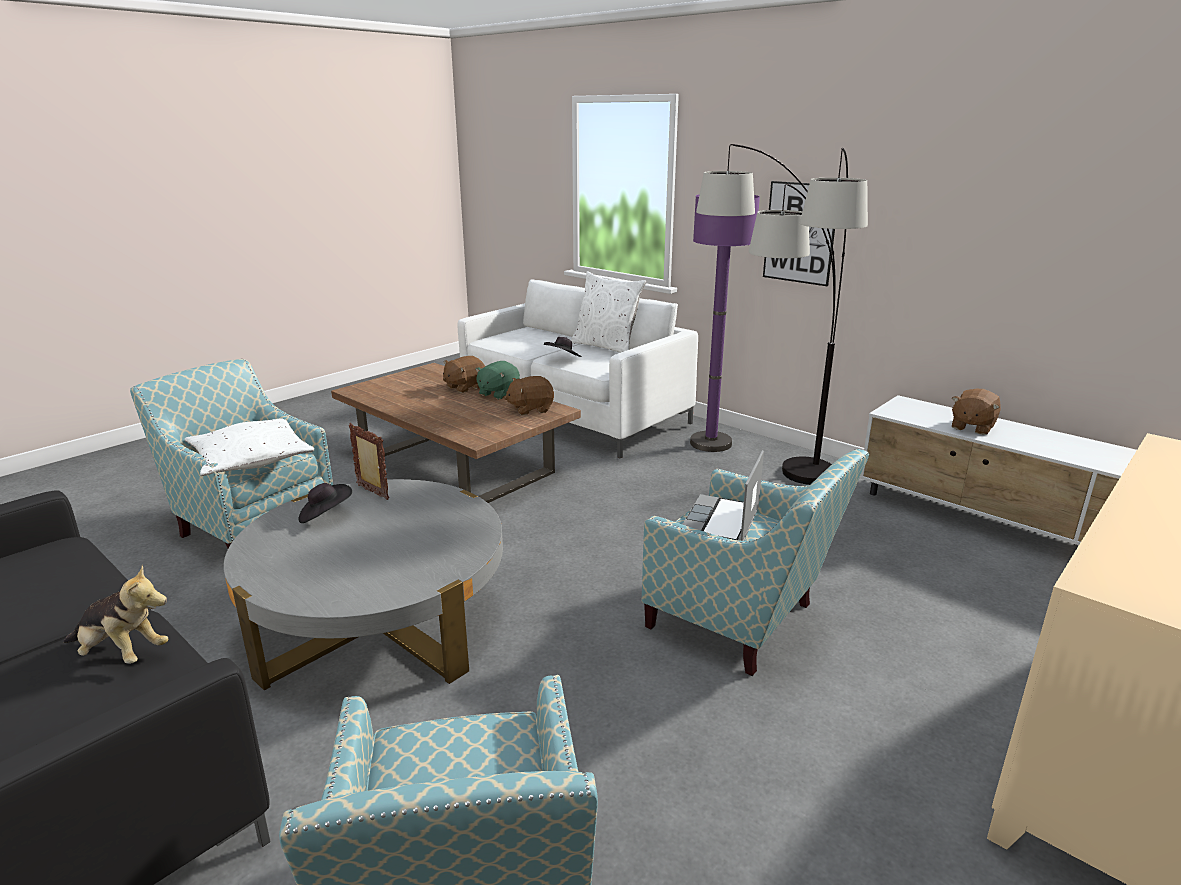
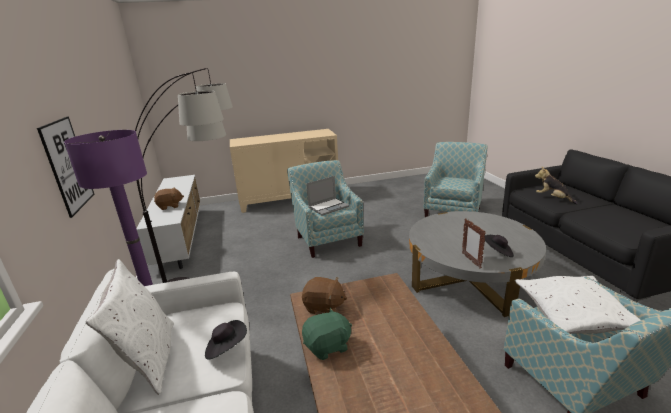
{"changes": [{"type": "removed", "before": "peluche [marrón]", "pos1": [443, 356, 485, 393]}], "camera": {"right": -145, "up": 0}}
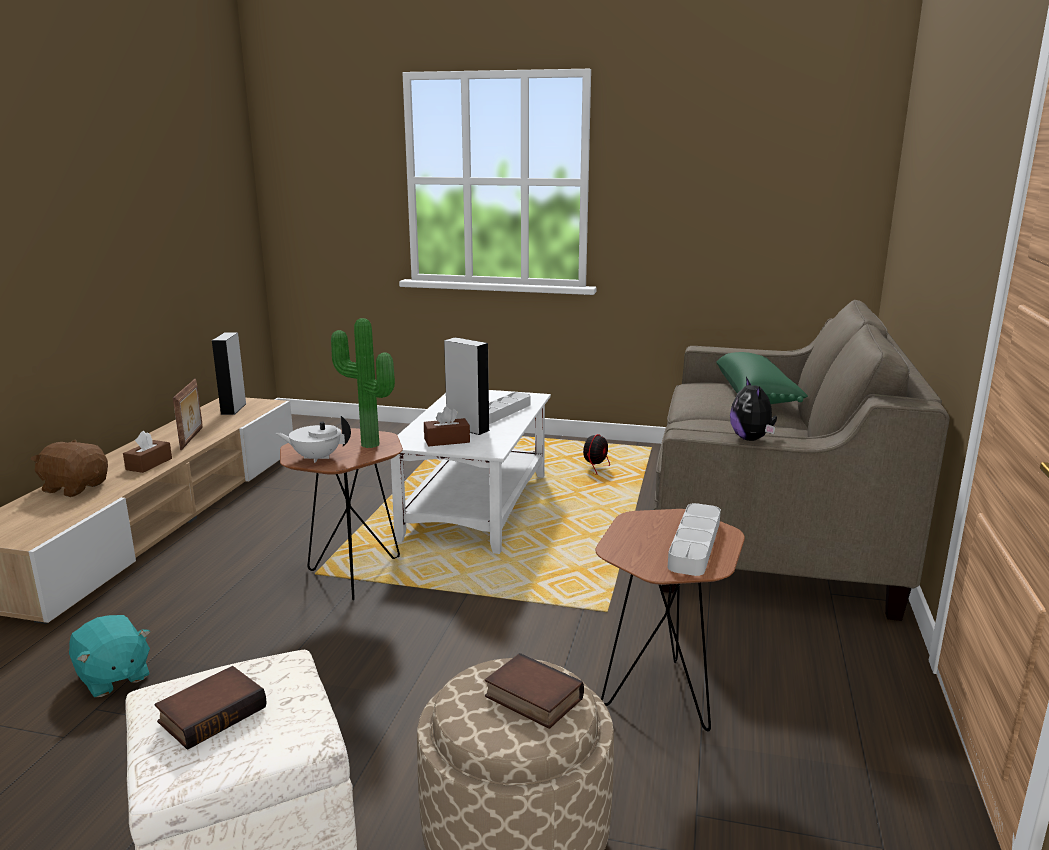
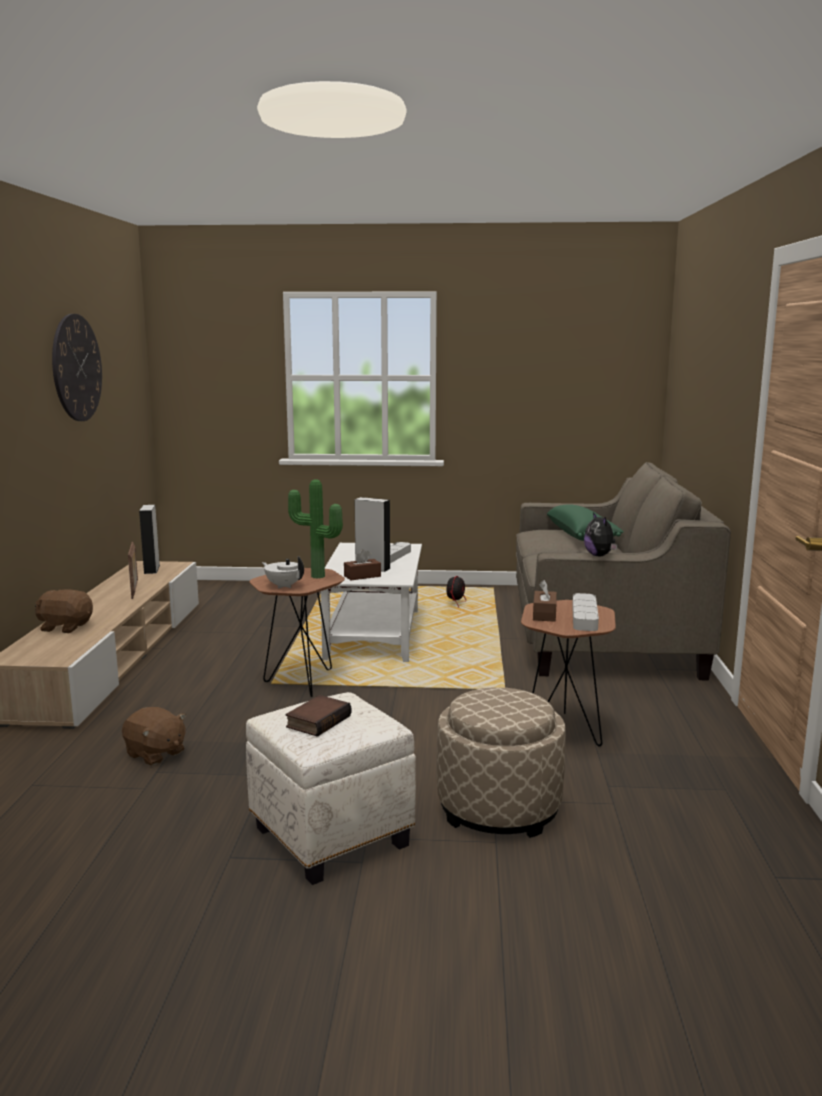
{"changes": [{"type": "removed", "before": "libro", "pos1": [485, 653, 584, 729]}, {"type": "added", "after": "reloj de pared", "pos2": [52, 314, 102, 421]}, {"type": "moved", "before": "caja de pañuelos [marrón]", "pos1": [123, 431, 172, 473], "pos2": [533, 580, 557, 622]}, {"type": "recoloured", "before": "peluche [turquesa]", "after": "peluche [marrón]", "pos1": [69, 615, 151, 697], "pos2": [122, 707, 186, 766]}, {"type": "turned", "before": "tetera [blanco]", "pos1": [276, 416, 351, 463], "pos2": [262, 556, 304, 589], "turn": 45}], "camera": {"right": -10, "up": -5}}
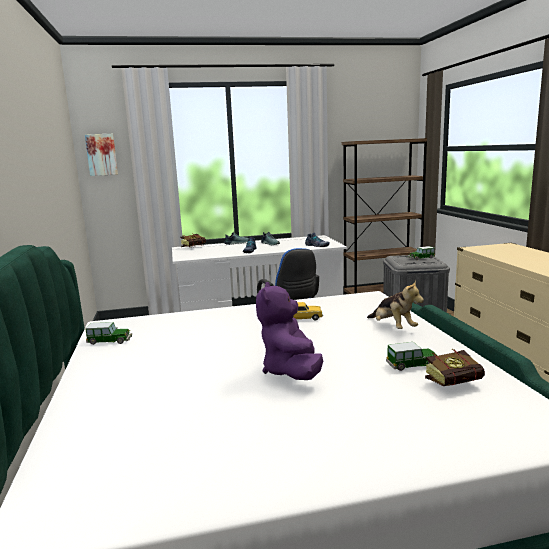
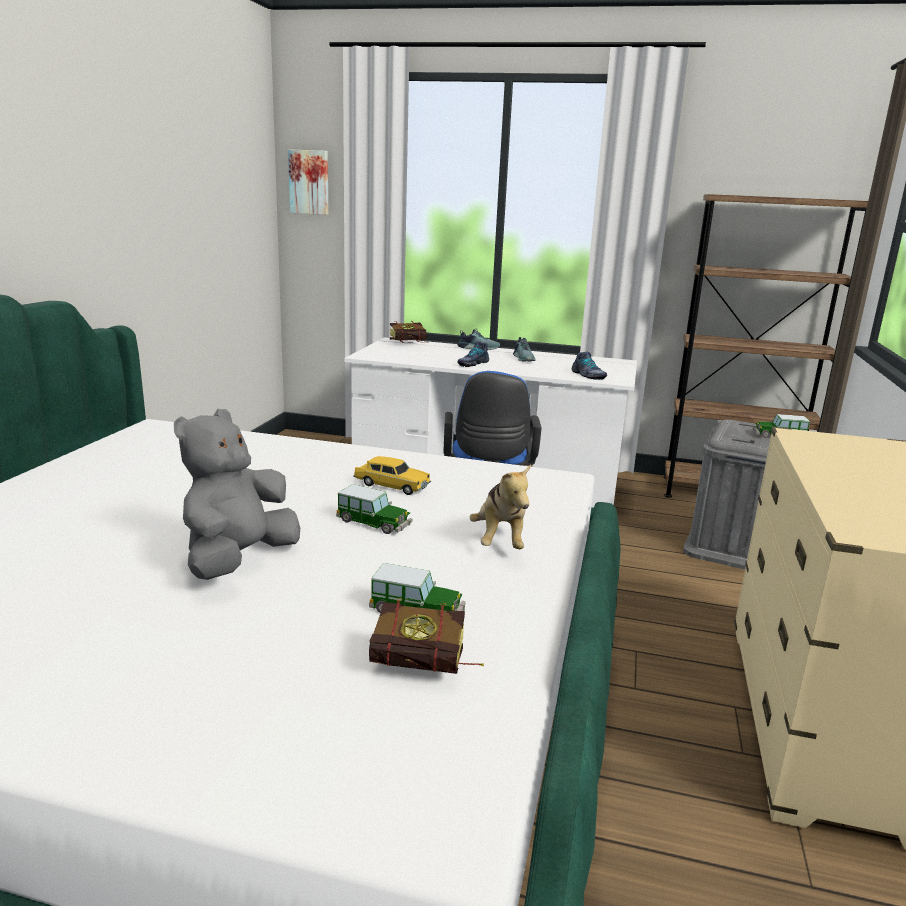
{"changes": [{"type": "moved", "before": "coche de juguete", "pos1": [85, 322, 132, 345], "pos2": [336, 484, 412, 534]}, {"type": "recoloured", "before": "peluche [morado]", "after": "peluche [gris]", "pos1": [256, 282, 323, 380], "pos2": [174, 409, 300, 580]}], "camera": {"right": 25, "up": 5}}
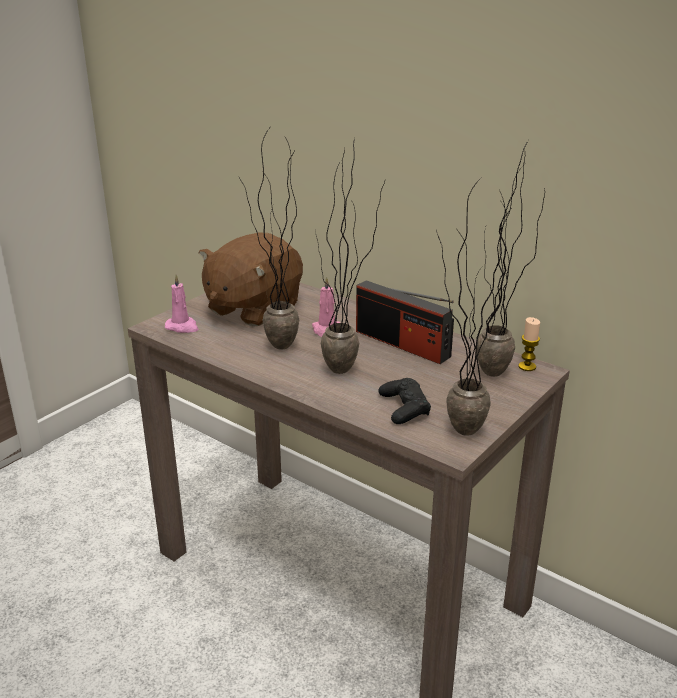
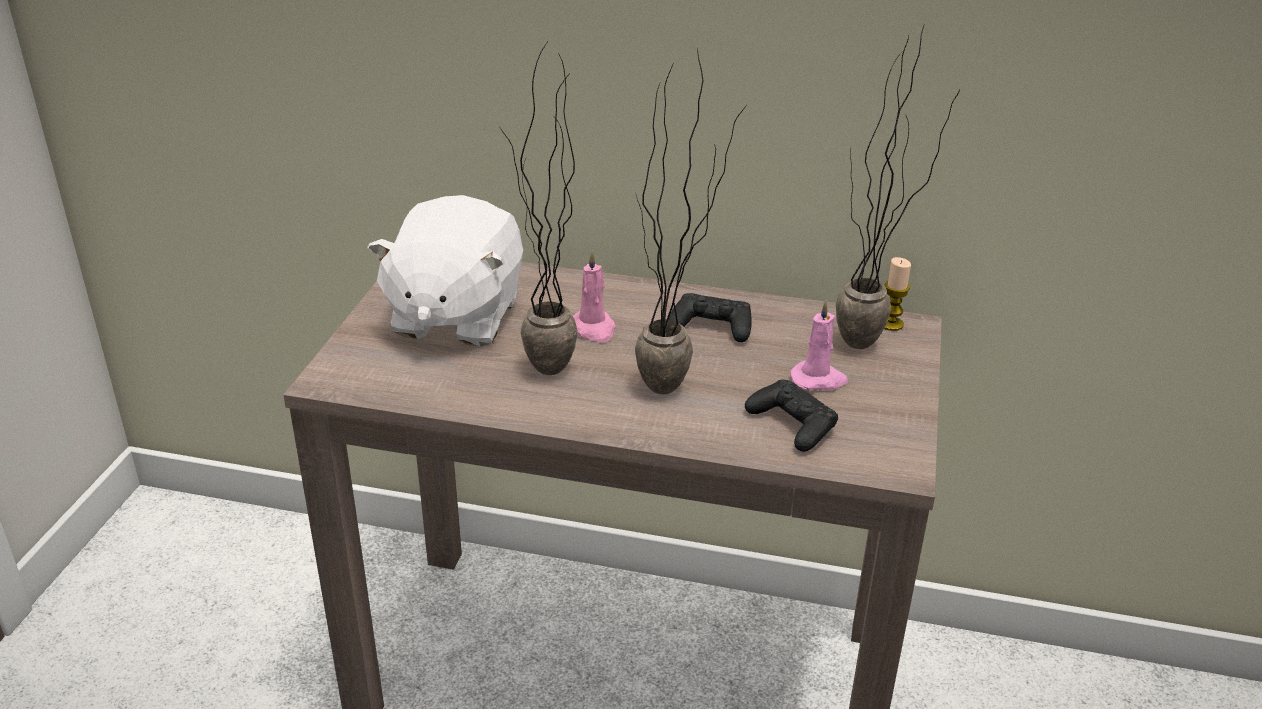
{"changes": [{"type": "removed", "before": "planta en maceta", "pos1": [436, 176, 511, 436]}, {"type": "moved", "before": "vela [rosa]", "pos1": [165, 274, 199, 333], "pos2": [790, 299, 848, 390]}, {"type": "replaced", "before": "radio", "after": "mando de consola [negro]", "pos1": [356, 280, 454, 364], "pos2": [668, 293, 752, 342]}, {"type": "recoloured", "before": "peluche [marrón]", "after": "peluche [blanco]", "pos1": [198, 232, 303, 327], "pos2": [367, 195, 523, 347]}], "camera": {"right": -25, "up": 5}}
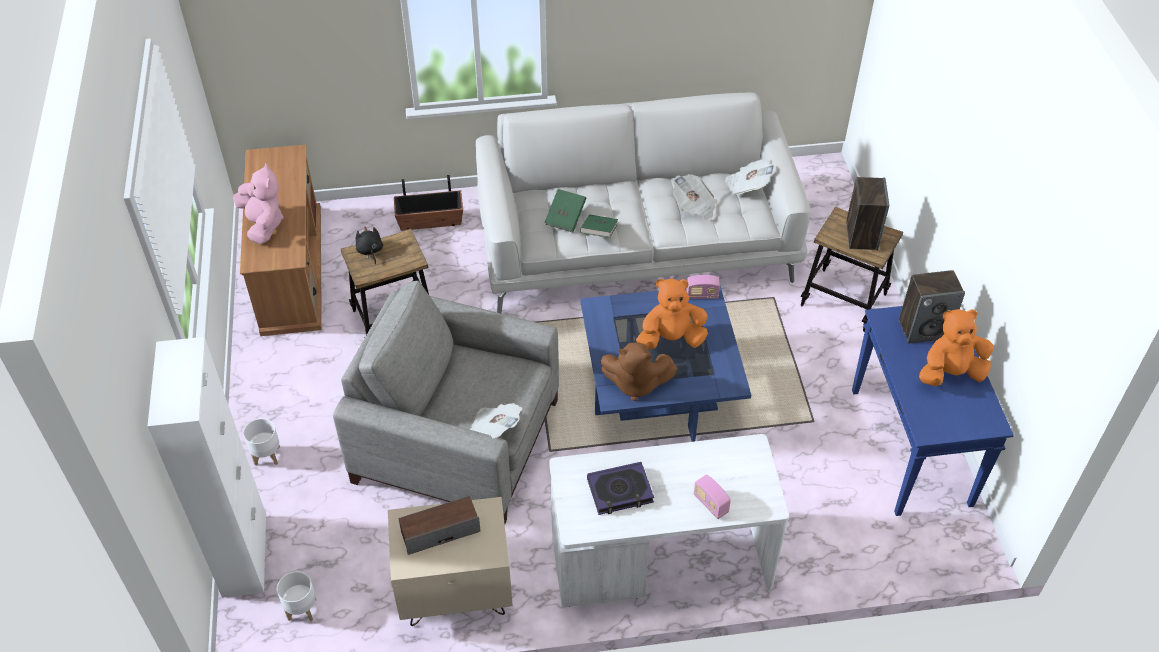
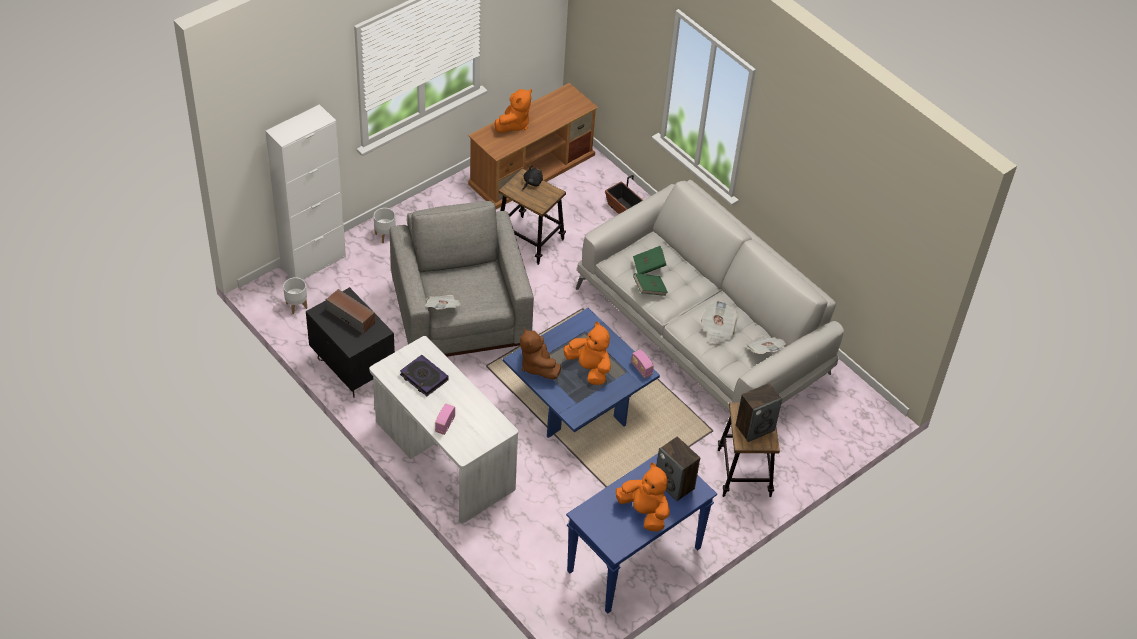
{"changes": [{"type": "recoloured", "before": "peluche [rosa]", "after": "peluche [naranja]", "pos1": [233, 163, 283, 244], "pos2": [494, 89, 532, 133]}, {"type": "recoloured", "before": "mesita de noche [beis]", "after": "mesita de noche [negro]", "pos1": [388, 497, 513, 626], "pos2": [306, 287, 395, 398]}], "camera": {"right": 55, "up": 0}}
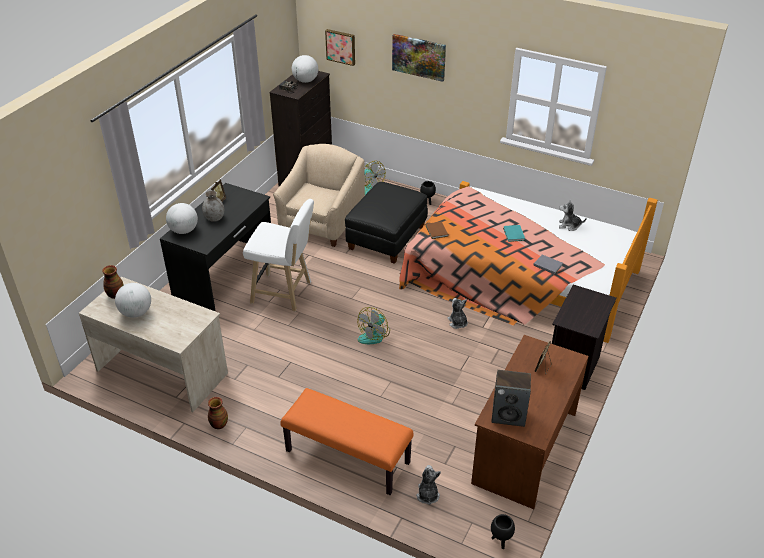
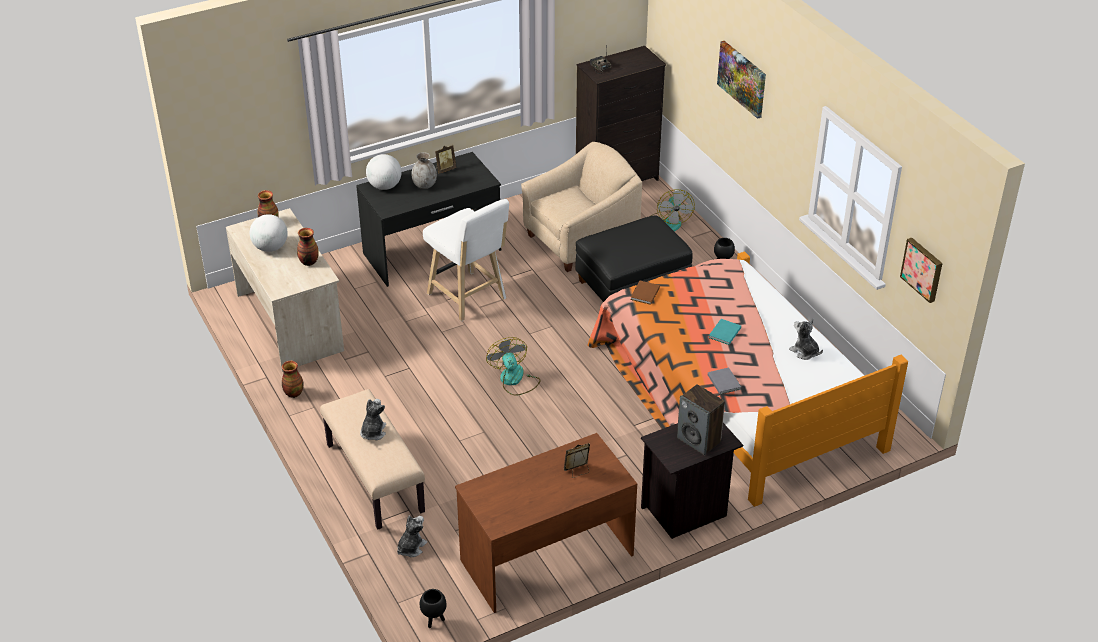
{"changes": [{"type": "removed", "before": "globo terráqueo", "pos1": [292, 55, 318, 83]}, {"type": "added", "after": "florero", "pos2": [297, 228, 319, 266]}, {"type": "moved", "before": "cuadro", "pos1": [325, 29, 355, 66], "pos2": [900, 238, 943, 303]}, {"type": "moved", "before": "peluche", "pos1": [448, 298, 468, 329], "pos2": [360, 399, 386, 440]}, {"type": "moved", "before": "altavoz", "pos1": [491, 370, 531, 427], "pos2": [677, 384, 725, 456]}, {"type": "recoloured", "before": "banco [naranja]", "after": "banco [beis]", "pos1": [280, 388, 413, 495], "pos2": [320, 389, 425, 530]}, {"type": "turned", "before": "ventilador", "pos1": [357, 307, 390, 344], "pos2": [486, 337, 541, 396], "turn": 90}], "camera": {"right": 35, "up": 0}}
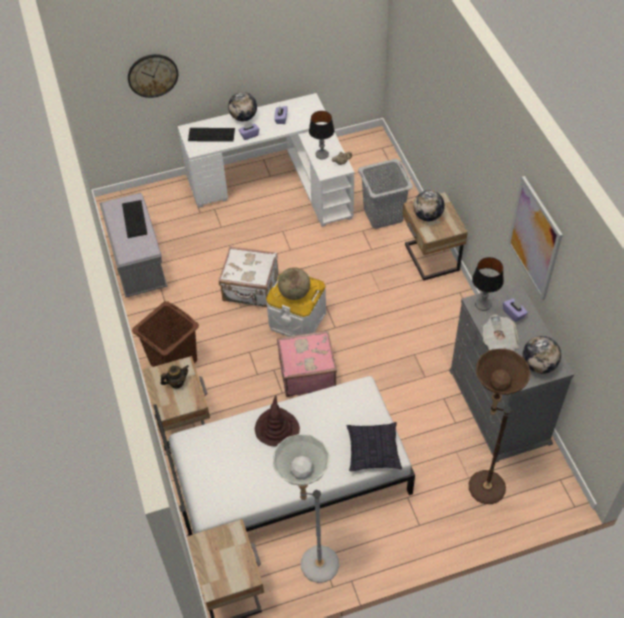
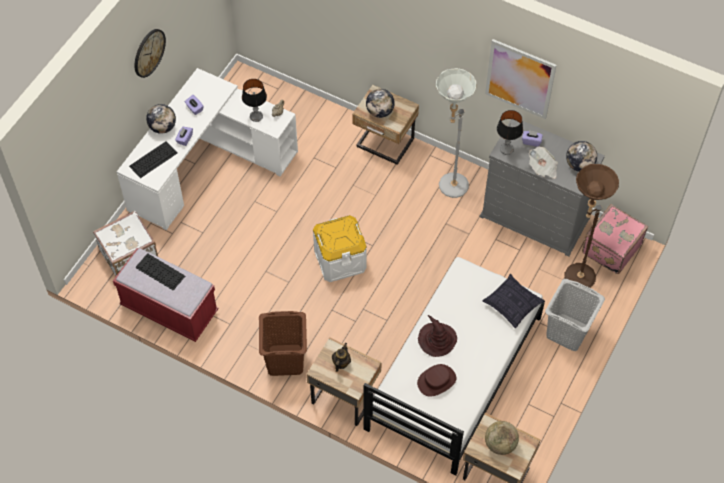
{"changes": [{"type": "added", "after": "sombrero [marrón]", "pos2": [417, 364, 456, 397]}, {"type": "moved", "before": "reloj de pared", "pos1": [128, 54, 178, 98], "pos2": [135, 29, 166, 78]}, {"type": "moved", "before": "maleta [blanco]", "pos1": [219, 246, 278, 307], "pos2": [93, 211, 158, 276]}, {"type": "moved", "before": "lámpara de pie [gris]", "pos1": [273, 434, 339, 583], "pos2": [436, 68, 477, 198]}, {"type": "moved", "before": "maleta [rosa]", "pos1": [277, 330, 337, 397], "pos2": [582, 204, 648, 274]}, {"type": "moved", "before": "globo terráqueo", "pos1": [278, 267, 310, 300], "pos2": [485, 421, 519, 455]}, {"type": "moved", "before": "cesto de la ropa [gris]", "pos1": [358, 159, 413, 229], "pos2": [545, 279, 605, 351]}, {"type": "recoloured", "before": "banco [gris]", "after": "banco [rojo]", "pos1": [99, 193, 168, 298], "pos2": [113, 248, 218, 342]}], "camera": {"right": -45, "up": 5}}
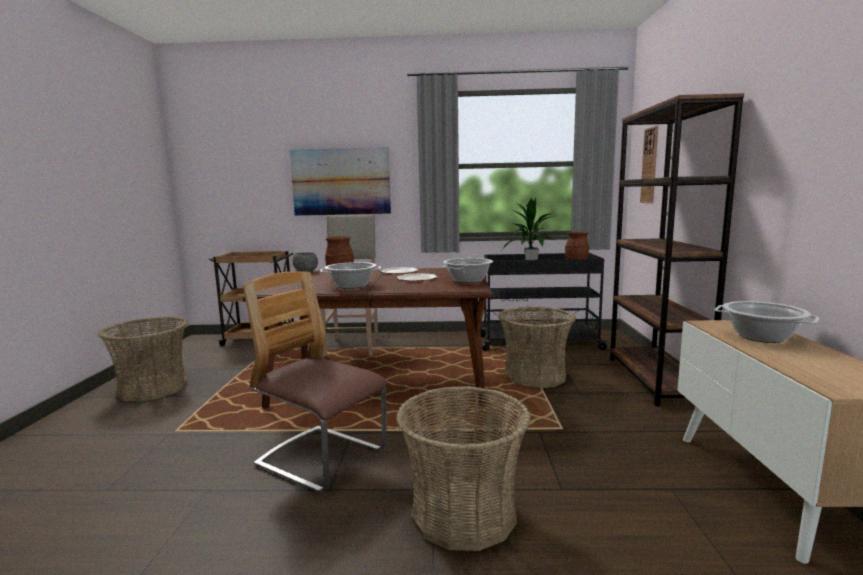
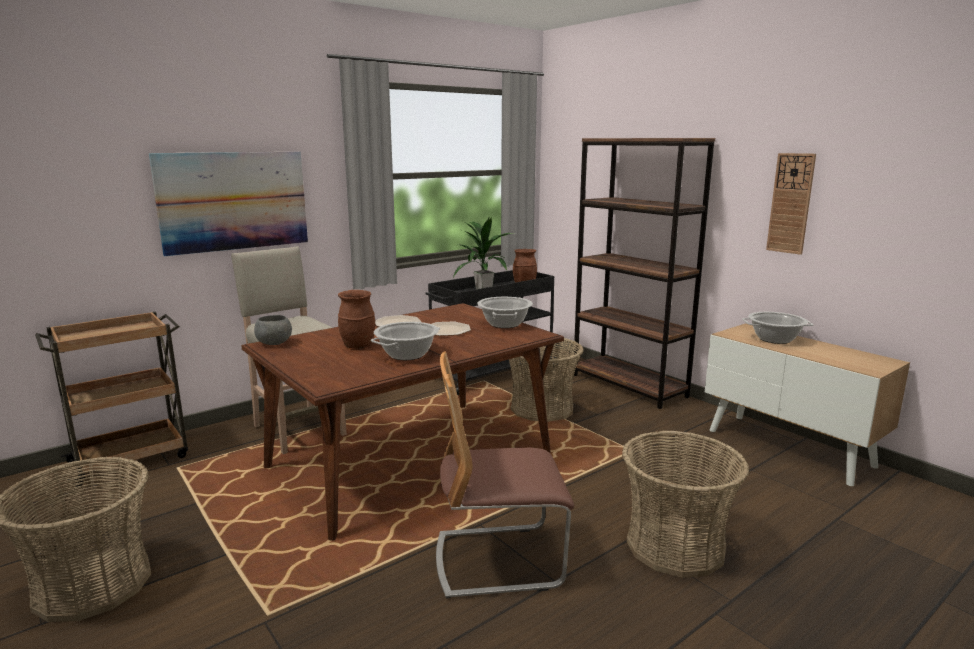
{"changes": [{"type": "moved", "before": "reloj de pared", "pos1": [640, 126, 658, 203], "pos2": [766, 153, 816, 255]}], "camera": {"right": -40, "up": 5}}
